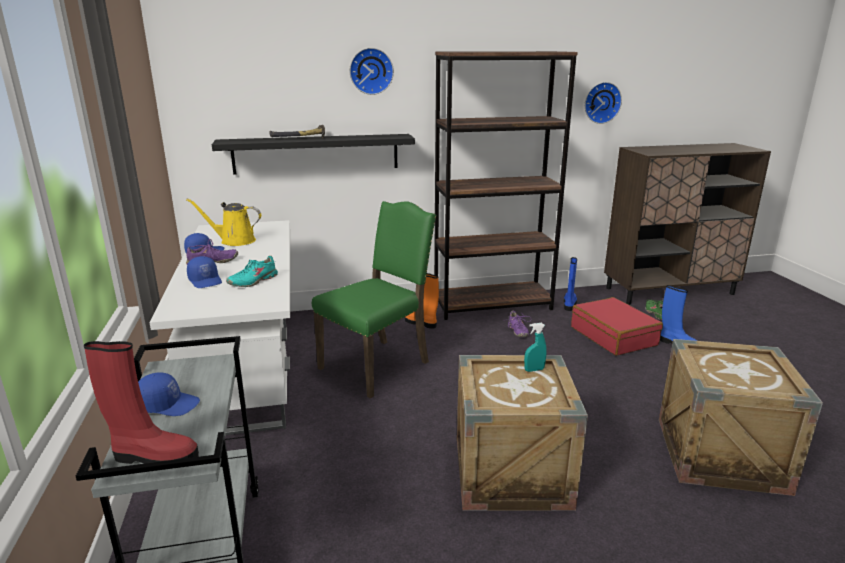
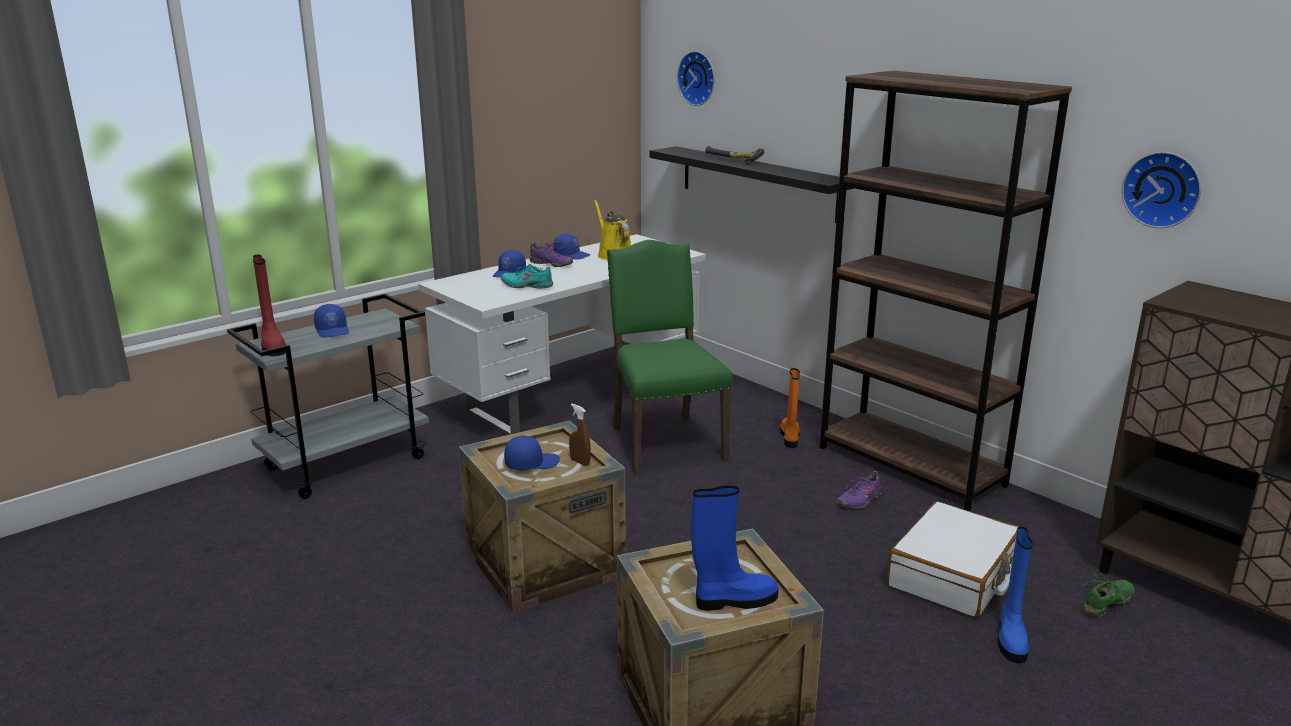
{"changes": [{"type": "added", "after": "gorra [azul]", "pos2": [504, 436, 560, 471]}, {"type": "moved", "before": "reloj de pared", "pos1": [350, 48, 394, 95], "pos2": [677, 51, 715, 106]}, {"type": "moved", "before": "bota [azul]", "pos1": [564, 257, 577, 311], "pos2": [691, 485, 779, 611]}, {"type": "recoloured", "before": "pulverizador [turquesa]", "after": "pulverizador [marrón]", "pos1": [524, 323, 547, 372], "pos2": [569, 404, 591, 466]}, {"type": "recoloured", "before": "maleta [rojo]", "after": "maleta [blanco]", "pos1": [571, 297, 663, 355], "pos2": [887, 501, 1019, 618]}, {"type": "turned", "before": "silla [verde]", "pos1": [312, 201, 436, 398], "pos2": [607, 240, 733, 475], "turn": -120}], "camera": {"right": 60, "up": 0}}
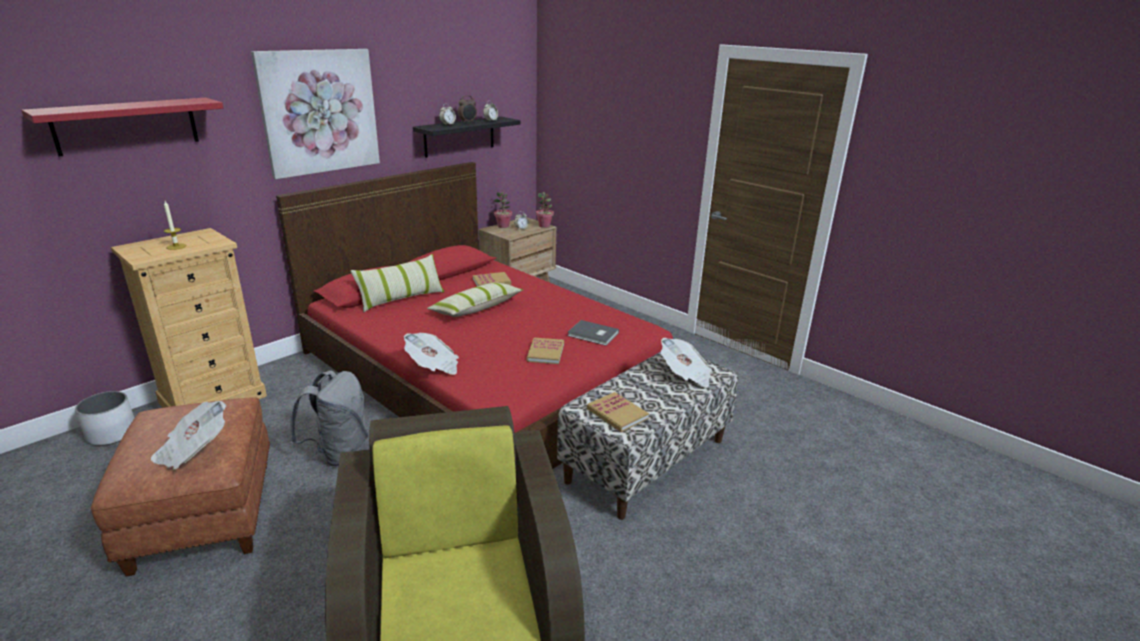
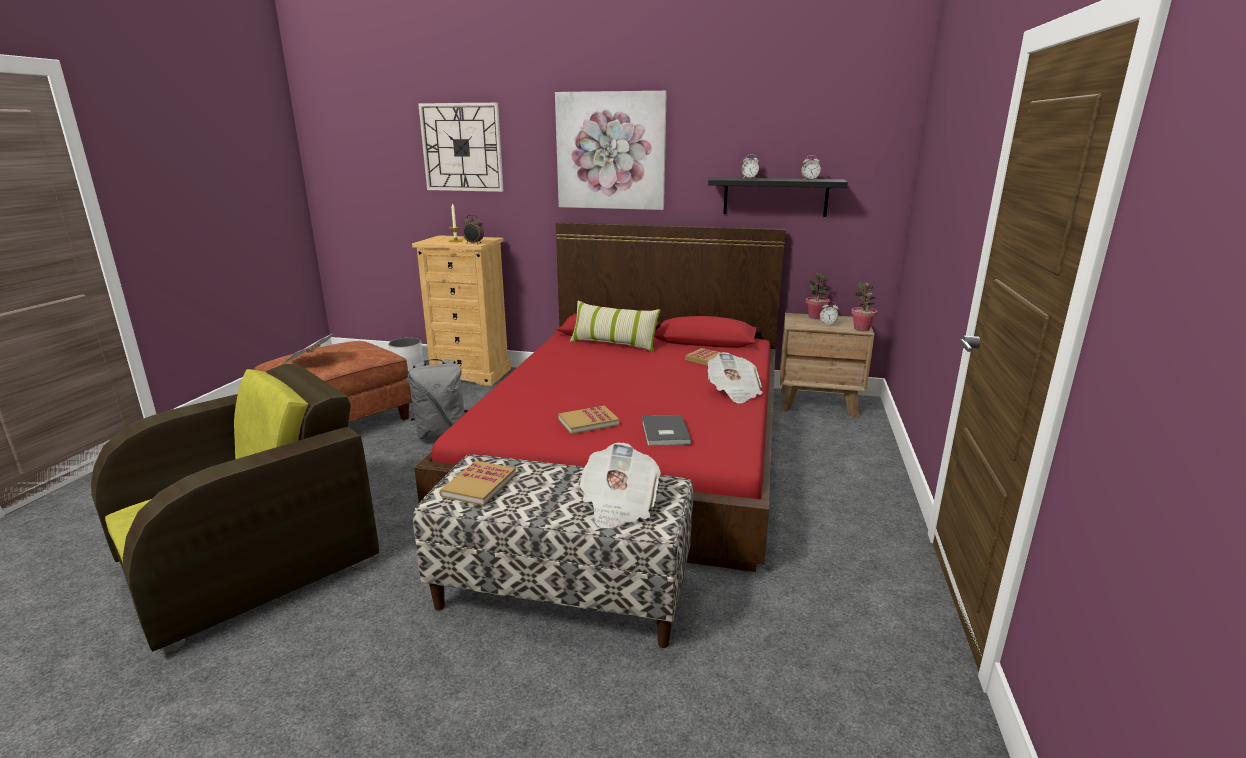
{"changes": [{"type": "removed", "before": "cojín", "pos1": [427, 283, 523, 317]}, {"type": "moved", "before": "periódico", "pos1": [404, 333, 459, 375], "pos2": [708, 352, 763, 404]}, {"type": "moved", "before": "despertador", "pos1": [458, 95, 477, 122], "pos2": [463, 215, 484, 244]}, {"type": "replaced", "before": "estante [rojo]", "after": "reloj de pared", "pos1": [21, 98, 223, 156], "pos2": [418, 103, 504, 192]}], "camera": {"right": 60, "up": -5}}
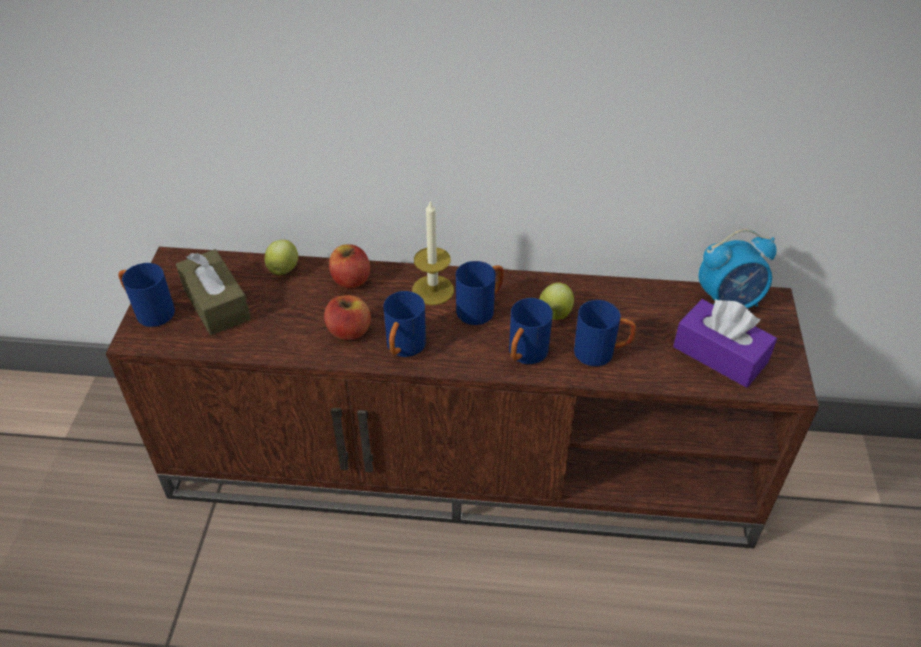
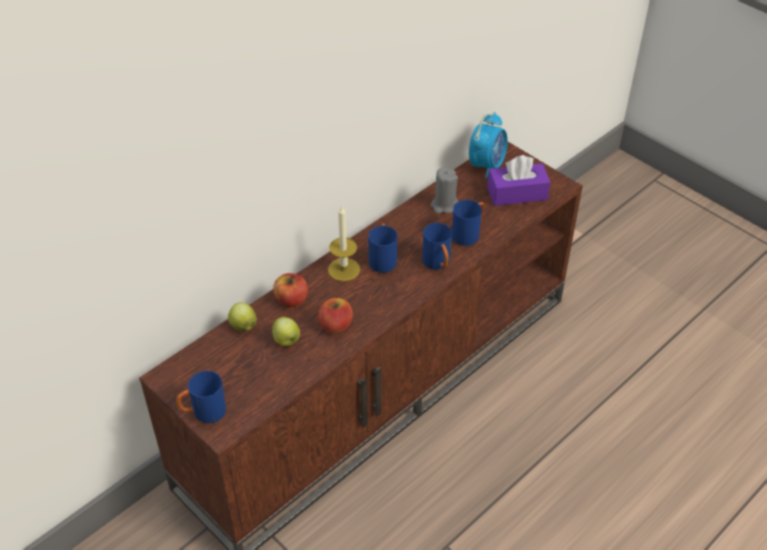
{"changes": [{"type": "removed", "before": "caja de pañuelos [marrón]", "pos1": [176, 249, 251, 335]}, {"type": "removed", "before": "taza grande [azul]", "pos1": [383, 291, 426, 357]}, {"type": "added", "after": "vela [gris]", "pos2": [431, 168, 458, 214]}, {"type": "moved", "before": "manzana", "pos1": [539, 282, 574, 320], "pos2": [272, 317, 300, 346]}], "camera": {"right": -50, "up": 0}}
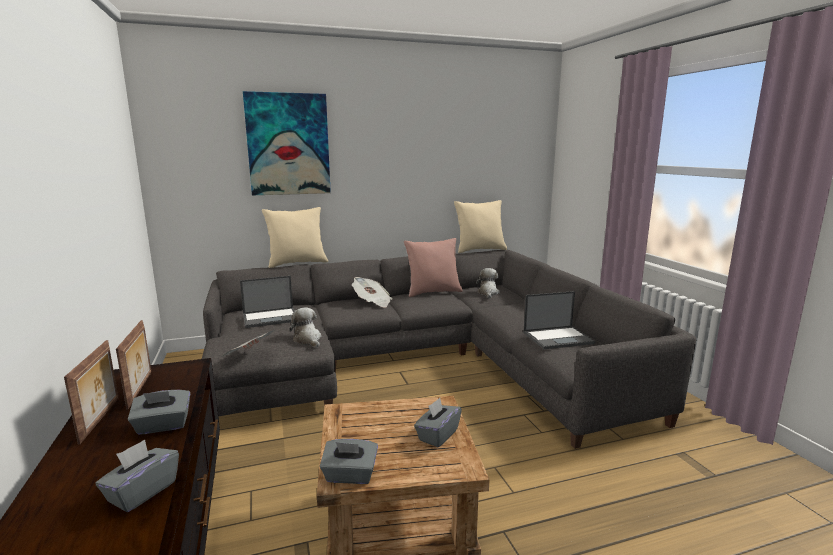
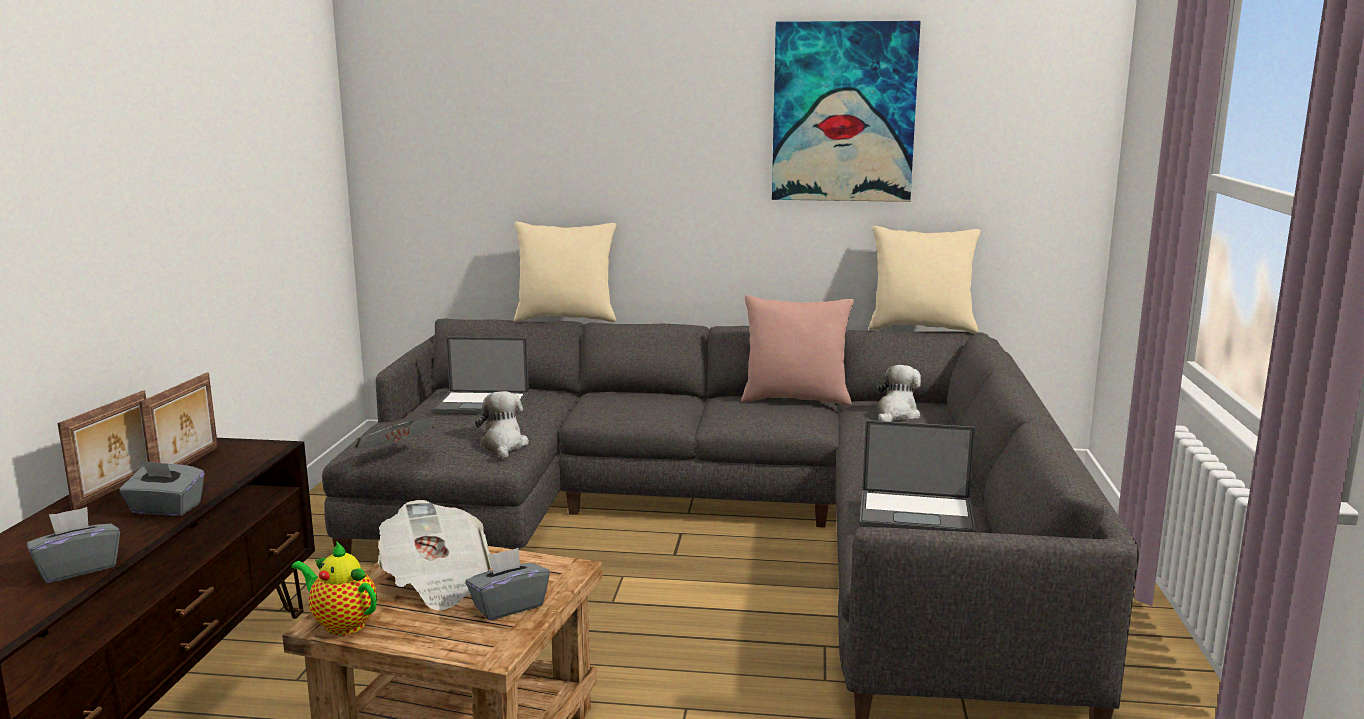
{"changes": [{"type": "moved", "before": "cuadro", "pos1": [243, 91, 331, 195], "pos2": [772, 21, 921, 202]}, {"type": "moved", "before": "periódico", "pos1": [352, 277, 393, 308], "pos2": [378, 500, 491, 611]}, {"type": "replaced", "before": "caja de pañuelos [gris]", "after": "tetera", "pos1": [320, 439, 378, 484], "pos2": [291, 541, 377, 635]}], "camera": {"right": 25, "up": 0}}
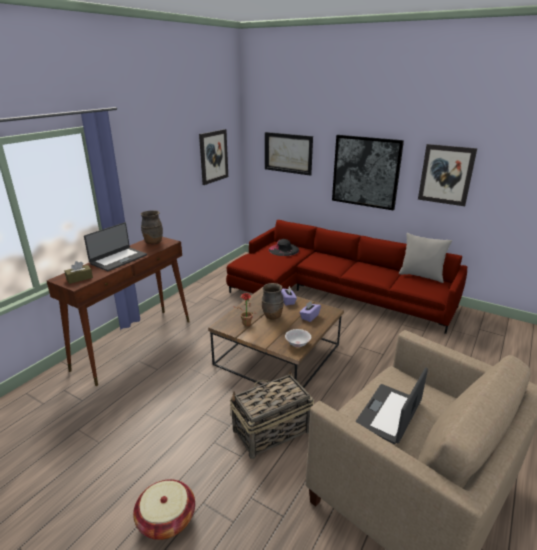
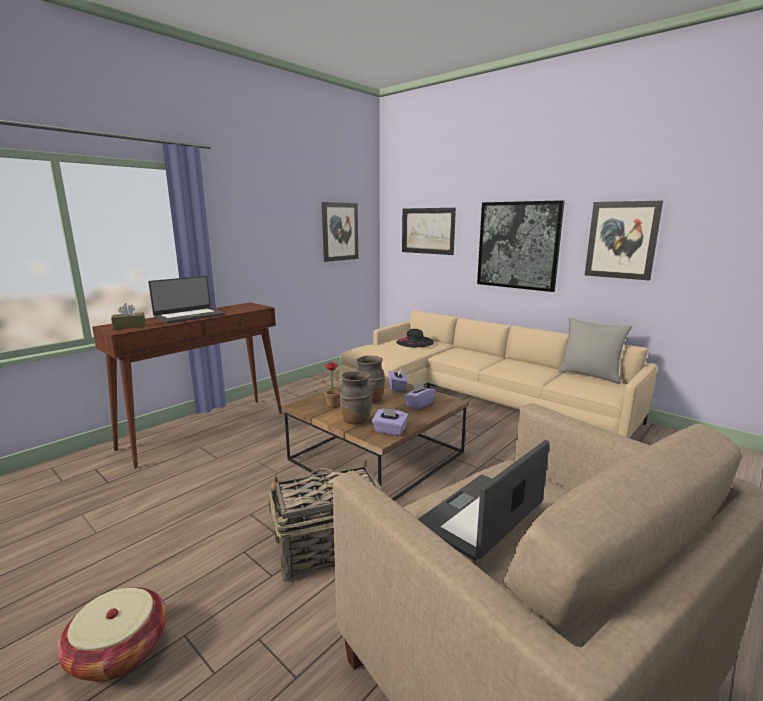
{"changes": [{"type": "moved", "before": "florero [marrón]", "pos1": [140, 210, 163, 244], "pos2": [339, 371, 372, 425]}, {"type": "replaced", "before": "cuenco [blanco]", "after": "caja de pañuelos [morado]", "pos1": [285, 329, 311, 347], "pos2": [372, 408, 408, 436]}, {"type": "recoloured", "before": "sofá [rojo]", "after": "sofá [beis]", "pos1": [226, 220, 467, 334], "pos2": [340, 310, 657, 438]}], "camera": {"right": 10, "up": -10}}
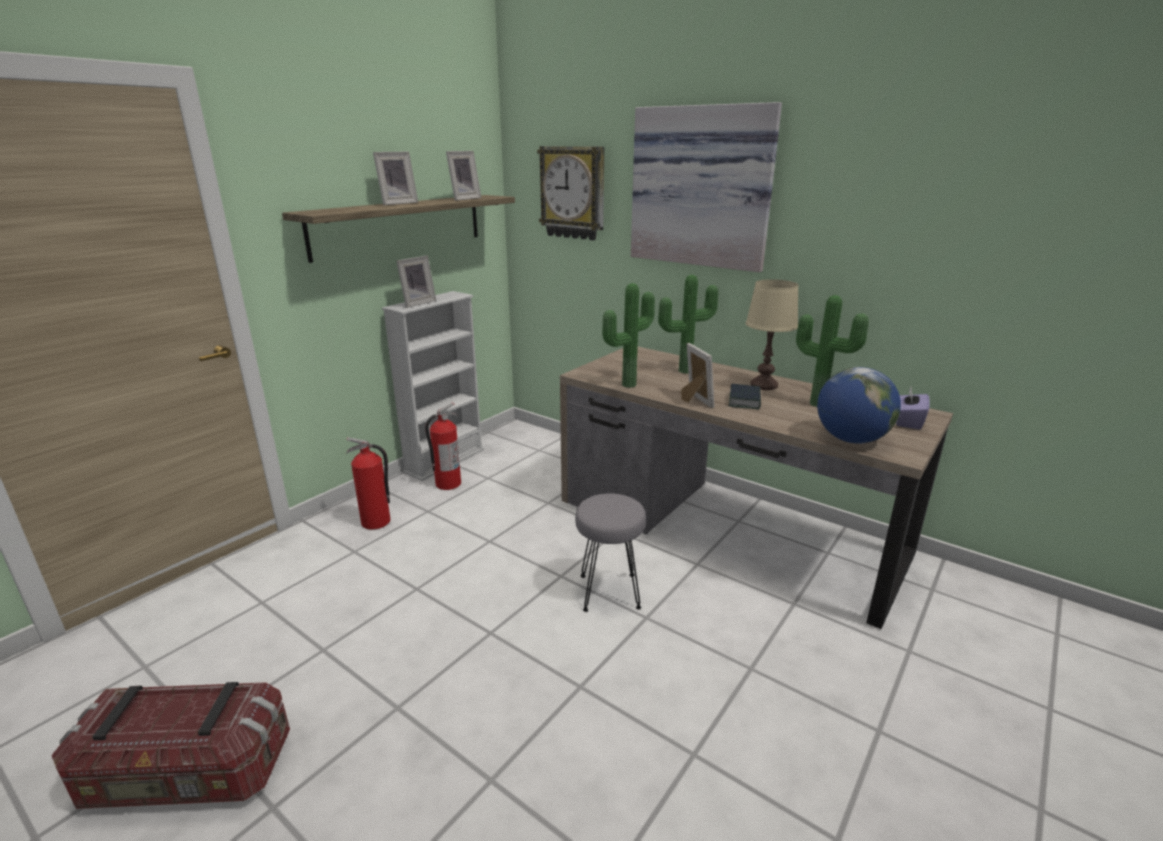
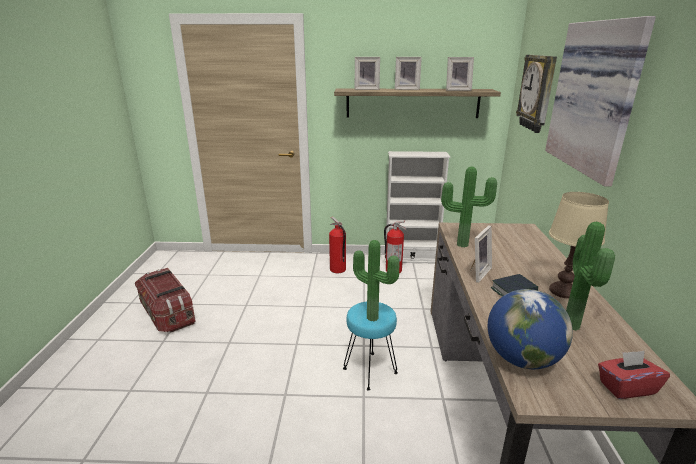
{"changes": [{"type": "moved", "before": "portarretratos", "pos1": [396, 255, 436, 308], "pos2": [355, 57, 380, 90]}, {"type": "moved", "before": "planta en maceta", "pos1": [658, 275, 718, 374], "pos2": [353, 240, 399, 321]}, {"type": "recoloured", "before": "taburete [gris]", "after": "taburete [turquesa]", "pos1": [575, 493, 646, 612], "pos2": [343, 302, 398, 391]}, {"type": "recoloured", "before": "caja de pañuelos [morado]", "after": "caja de pañuelos [rojo]", "pos1": [896, 387, 930, 429], "pos2": [598, 351, 670, 399]}], "camera": {"right": 55, "up": 0}}
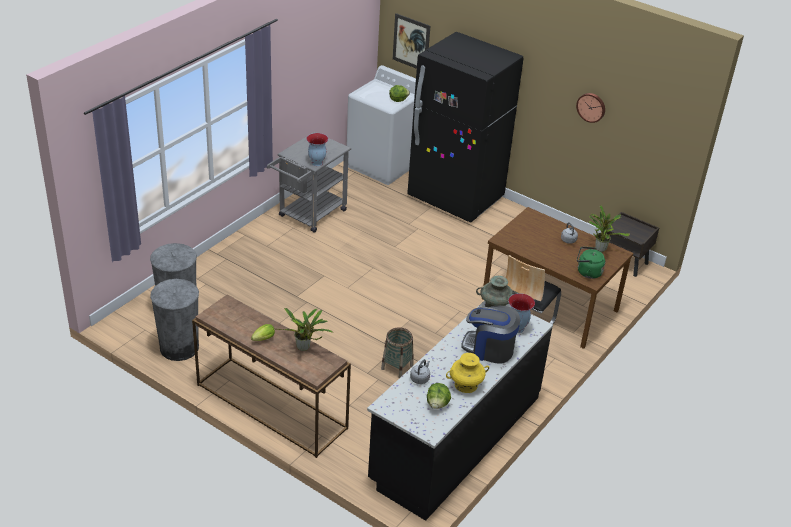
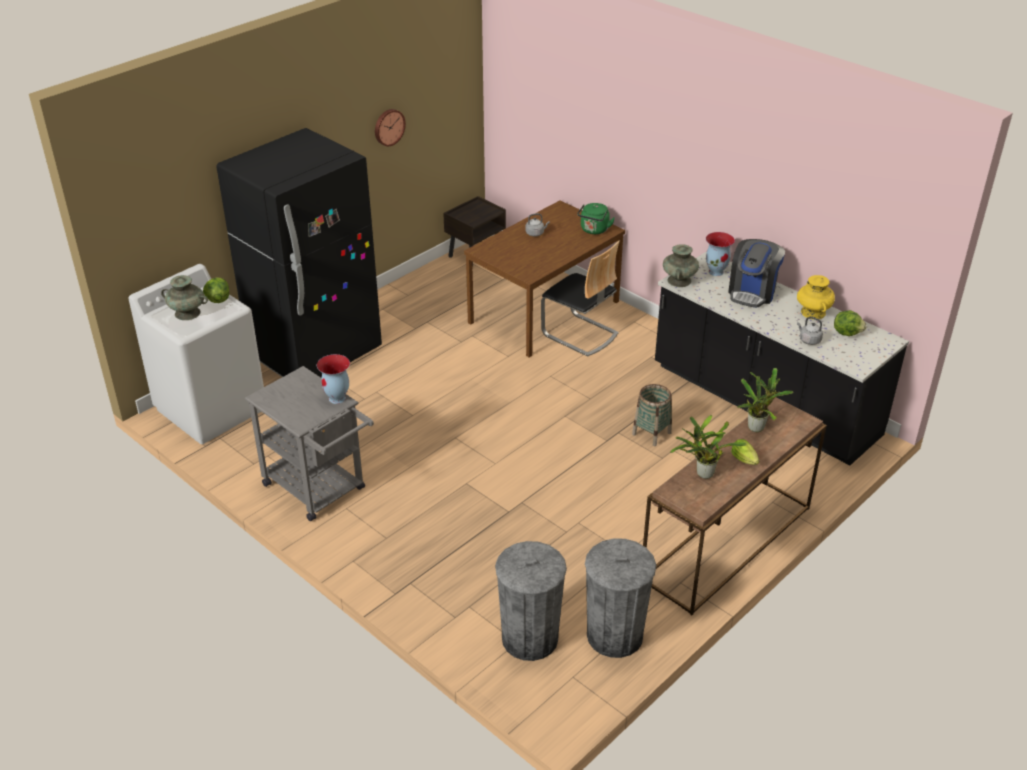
{"changes": [{"type": "removed", "before": "cuadro", "pos1": [393, 13, 430, 69]}, {"type": "added", "after": "florero [turquesa]", "pos2": [161, 275, 208, 320]}, {"type": "moved", "before": "planta en maceta", "pos1": [589, 205, 630, 252], "pos2": [670, 415, 747, 479]}], "camera": {"right": -80, "up": 0}}
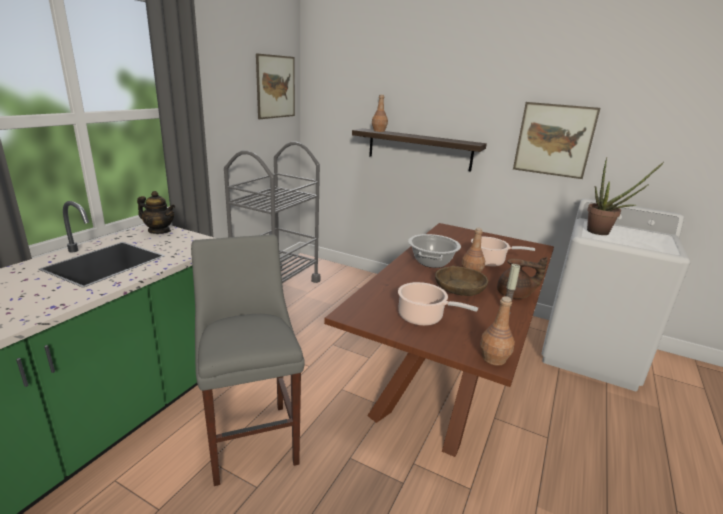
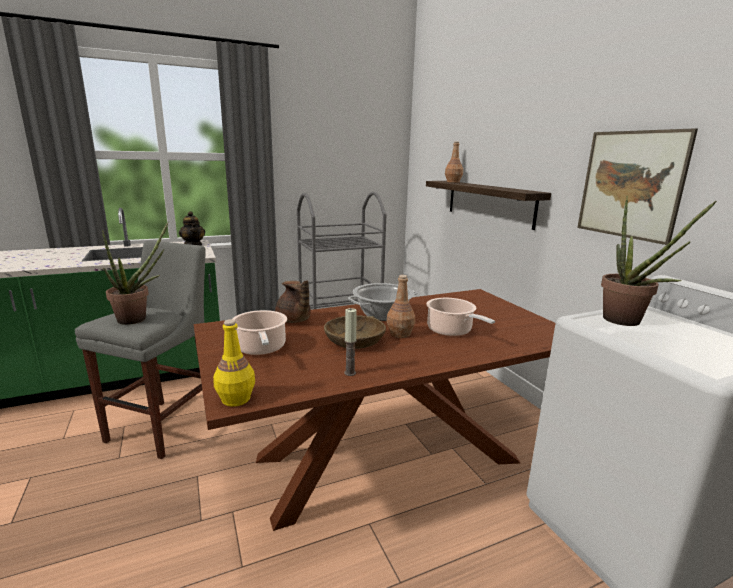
{"changes": [{"type": "removed", "before": "cuadro", "pos1": [256, 53, 295, 119]}, {"type": "added", "after": "planta en maceta", "pos2": [102, 222, 168, 325]}, {"type": "moved", "before": "tetera [marrón]", "pos1": [497, 257, 548, 299], "pos2": [275, 280, 311, 323]}, {"type": "recoloured", "before": "botella [marrón]", "after": "botella [amarillo]", "pos1": [480, 296, 515, 366], "pos2": [213, 319, 255, 407]}], "camera": {"right": 40, "up": -5}}
